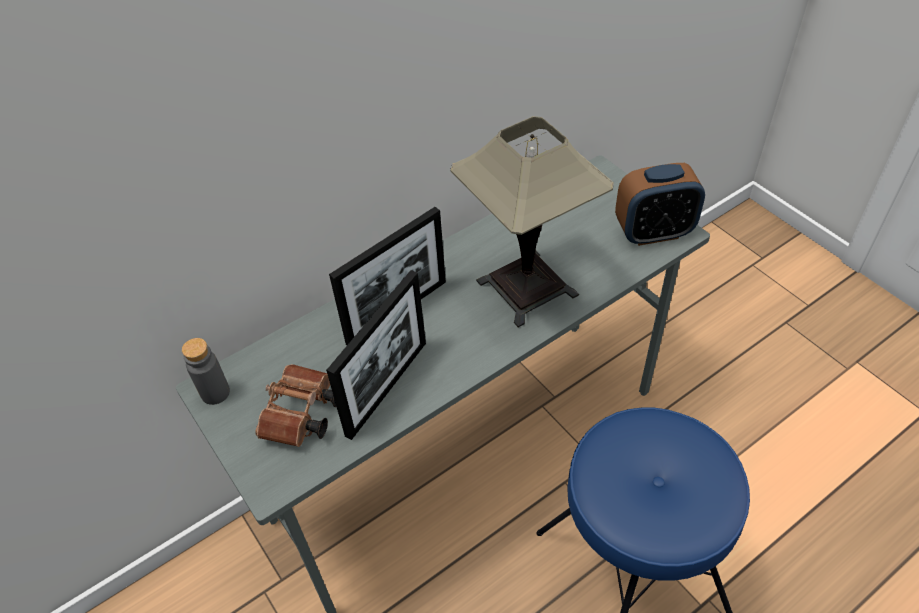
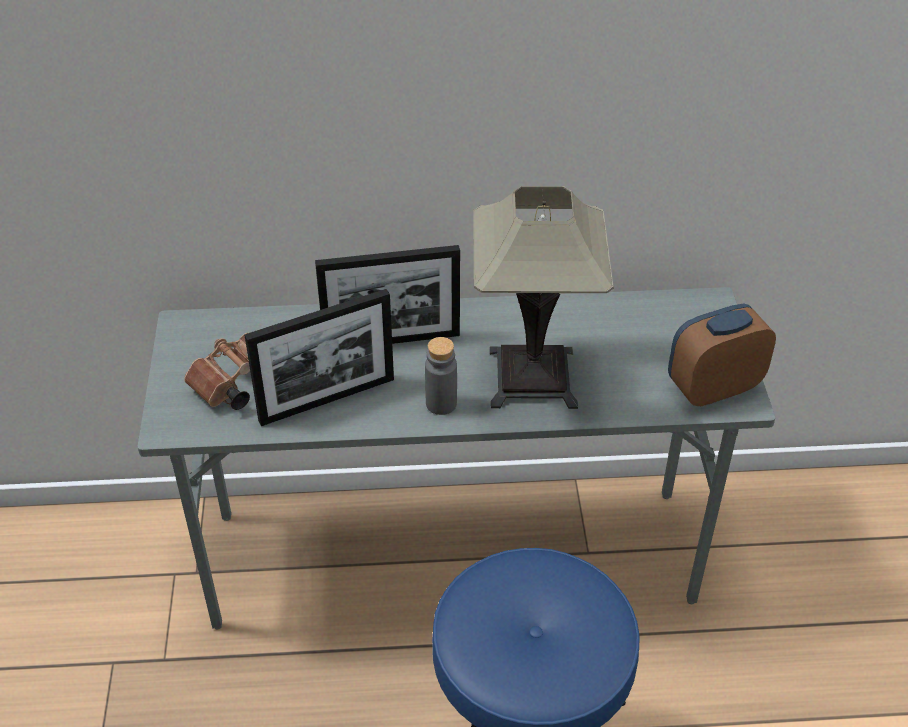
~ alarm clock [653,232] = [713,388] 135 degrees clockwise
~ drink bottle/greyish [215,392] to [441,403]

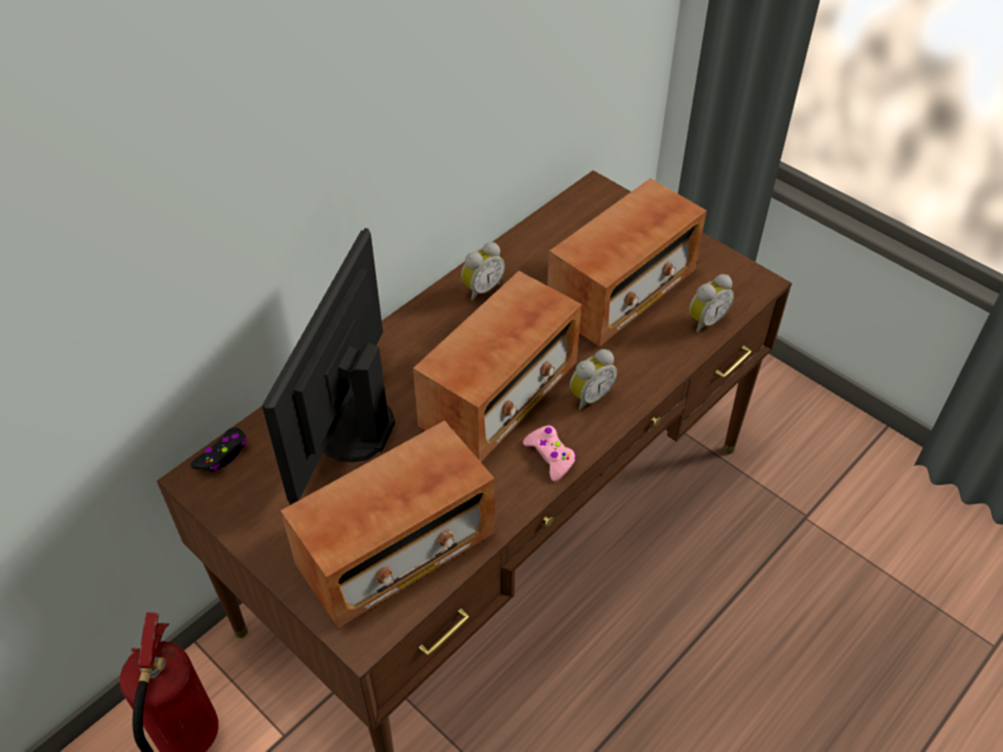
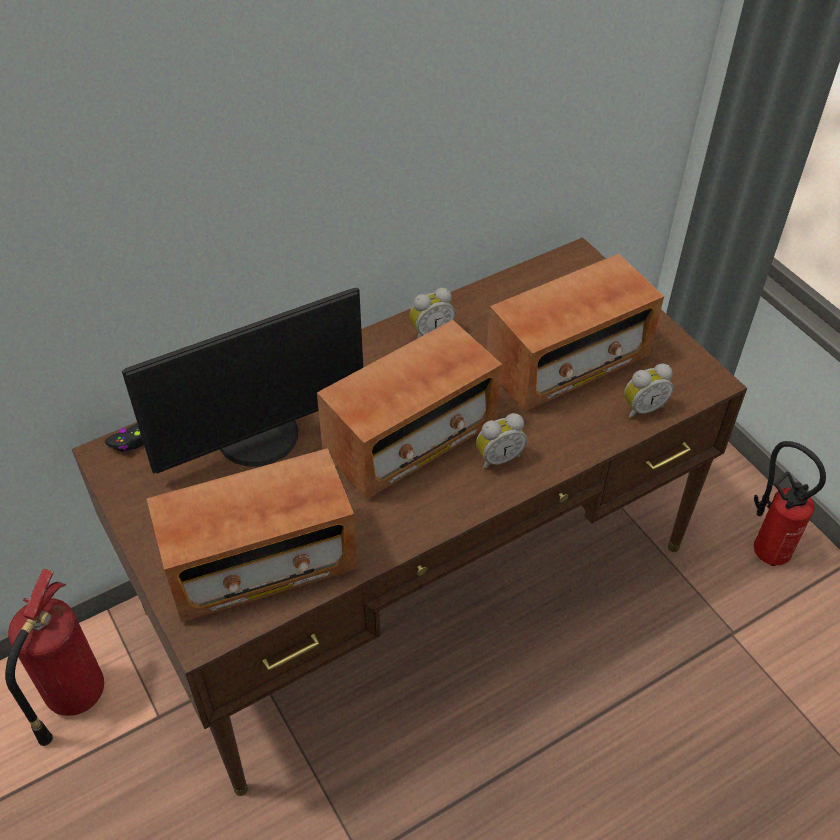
~ computer display [350,427] = [260,438] 150 degrees counterclockwise
- joypad/pink [550,456]
+ extinguisher [766,549]

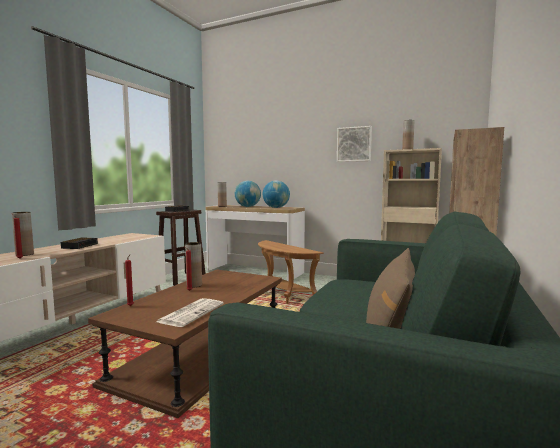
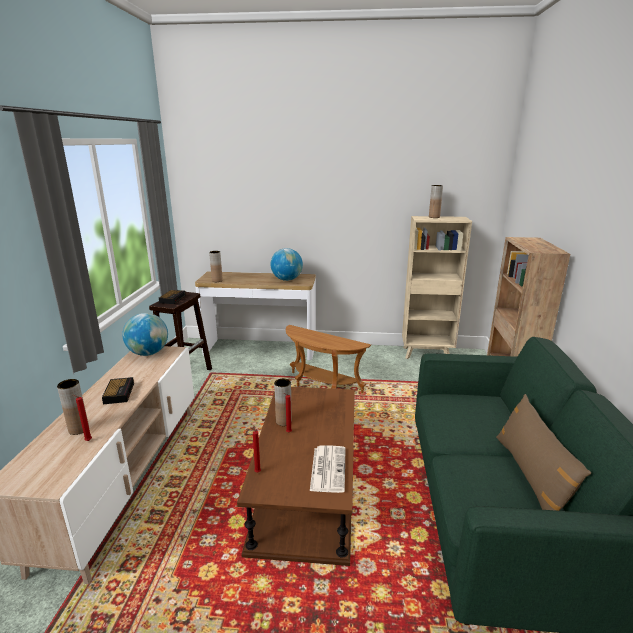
- wall art [354,144]
~ desk globe [248,206] to [148,353]

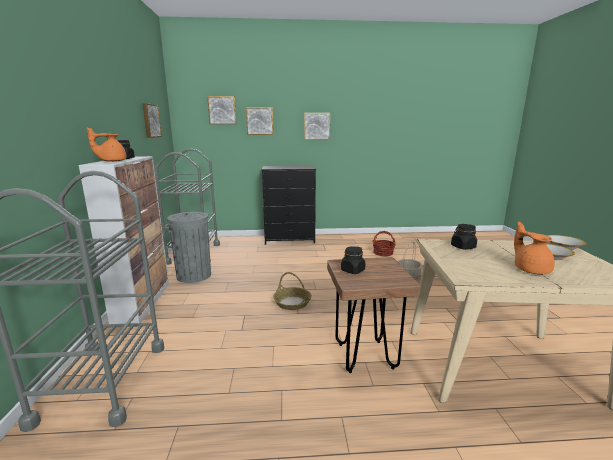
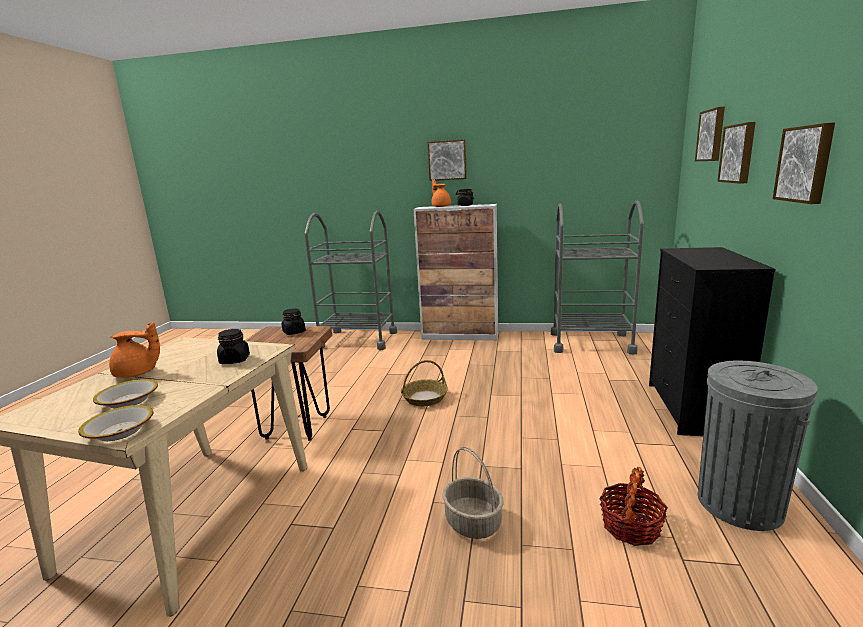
~ wall art [150,121] to [447,160]
~ trash can/greyish [194,275] to [739,504]

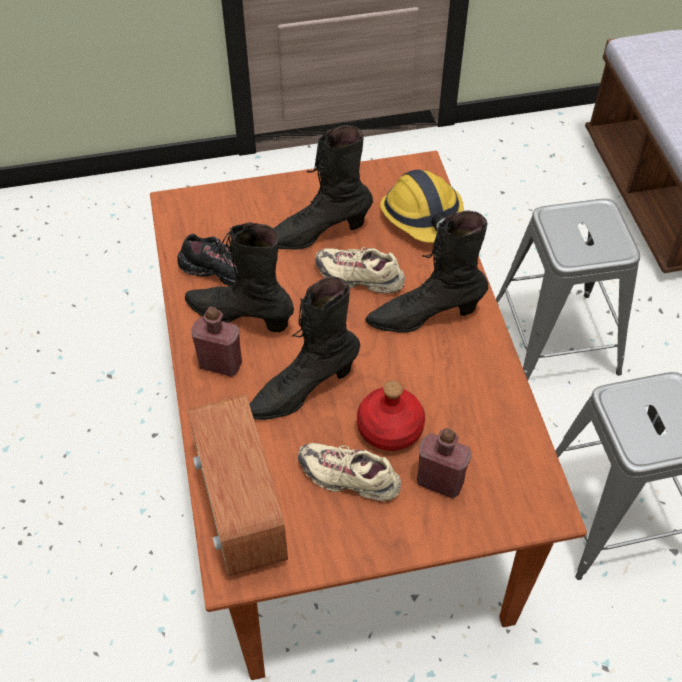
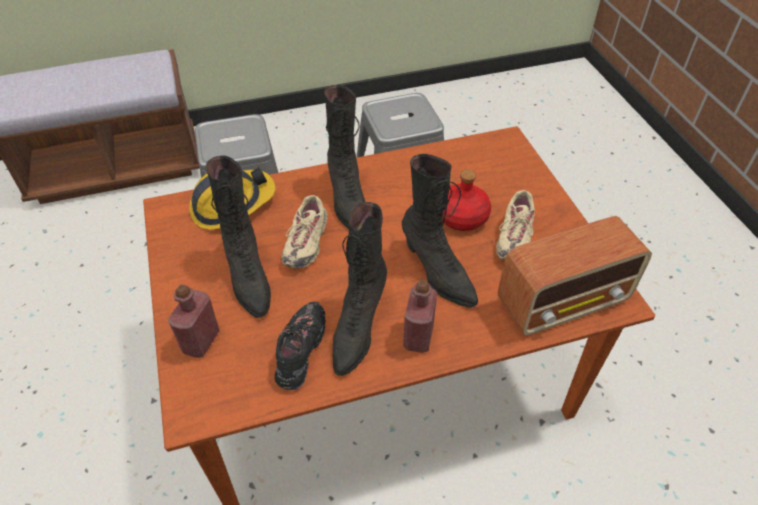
~ drink bottle/red-coloured [440,482] to [201,341]

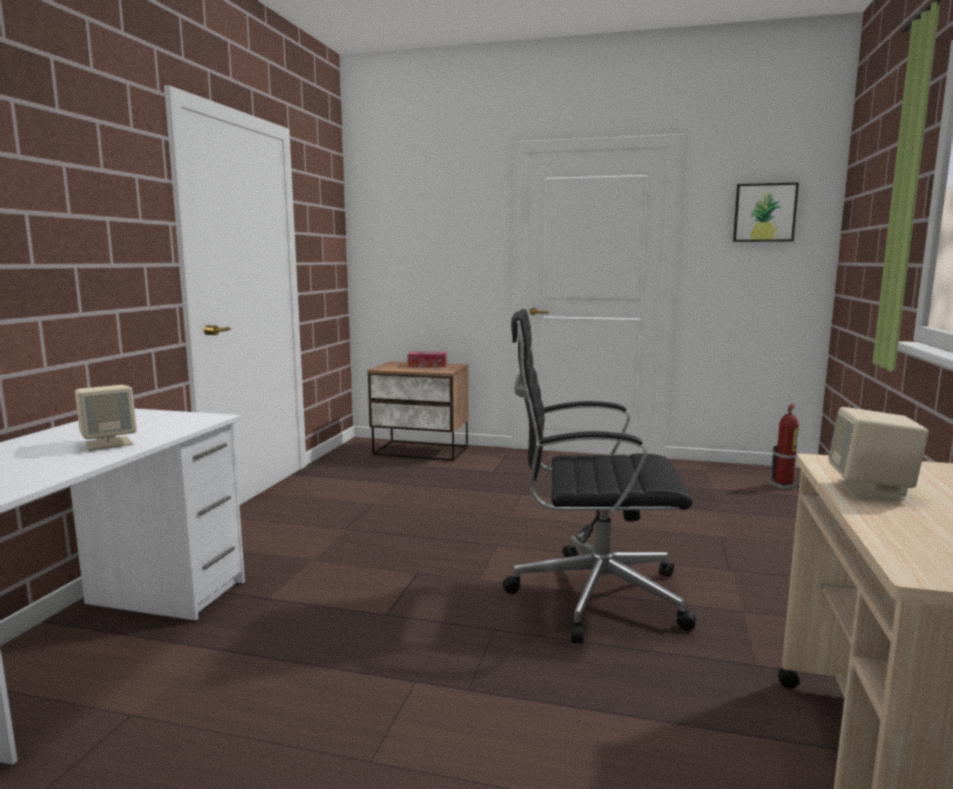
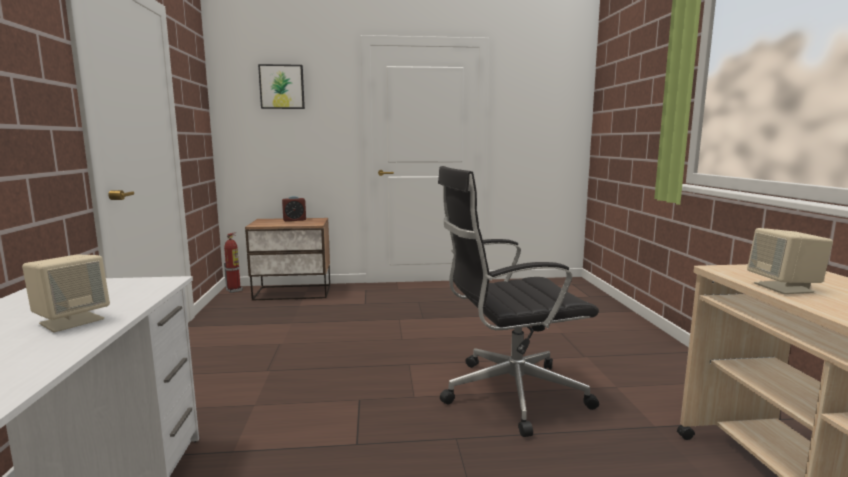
~ wall art [764,213] to [282,87]
~ box of tissues [427,365] to alarm clock [294,220]
~ extinguisher [783,486] to [234,290]

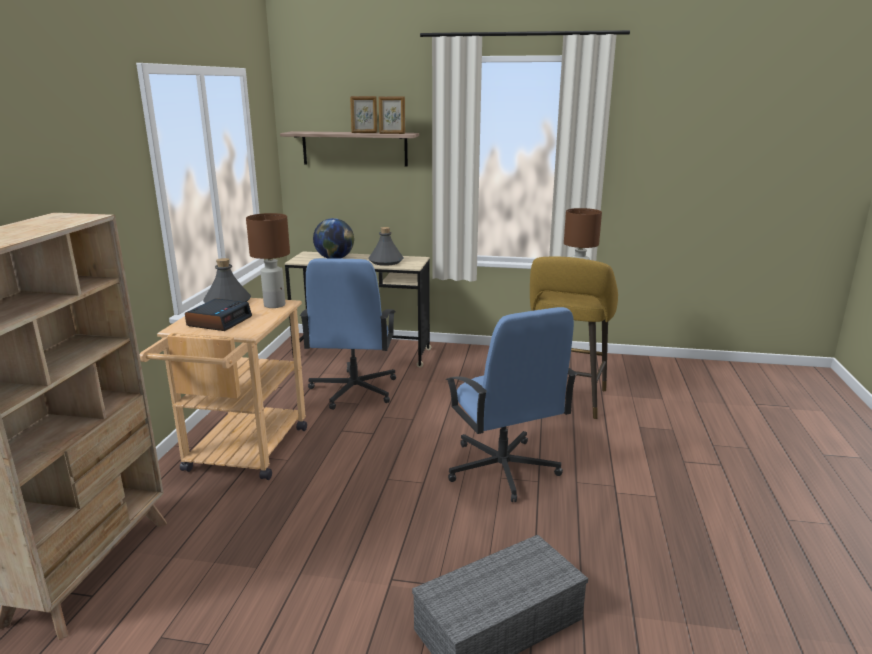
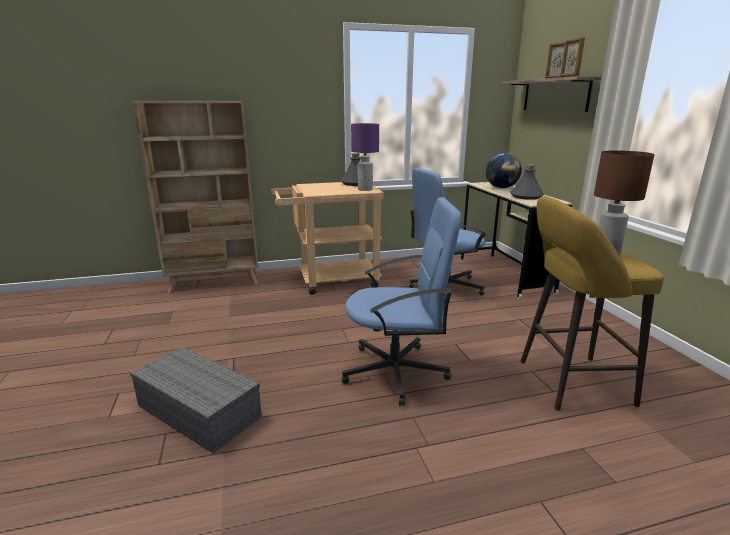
~ lamp for a table/brown [274,305] to lamp for a table/purple-coloured [365,189]
- alarm clock [219,321]
~ office chair/blue [502,469] = [396,372] 135 degrees counterclockwise

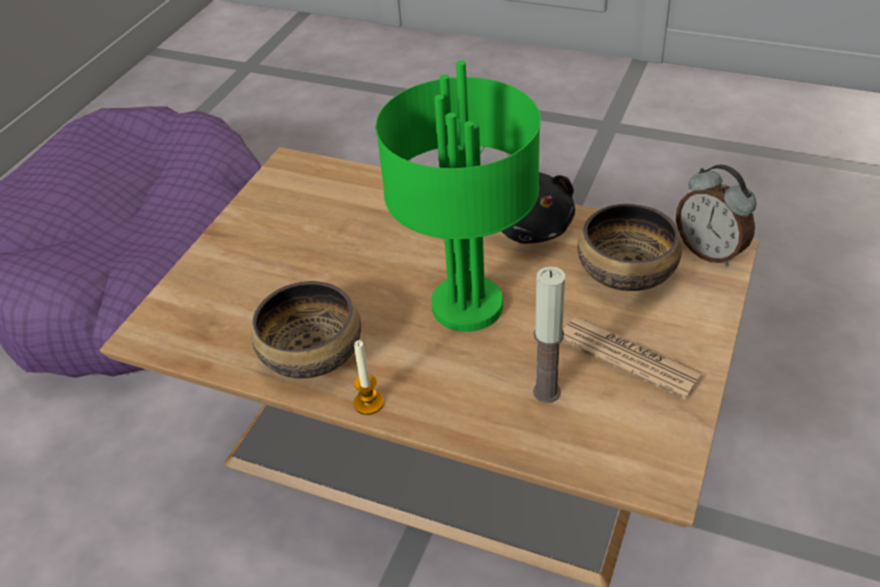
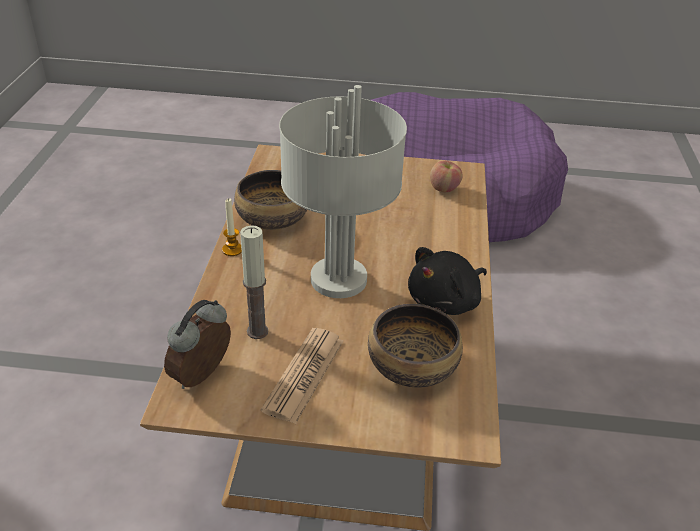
~ lamp for a table/green [468,307] to lamp for a table/greyish [337,280]
~ alarm clock [710,252] to [203,377]
+ whole apple [444,188]

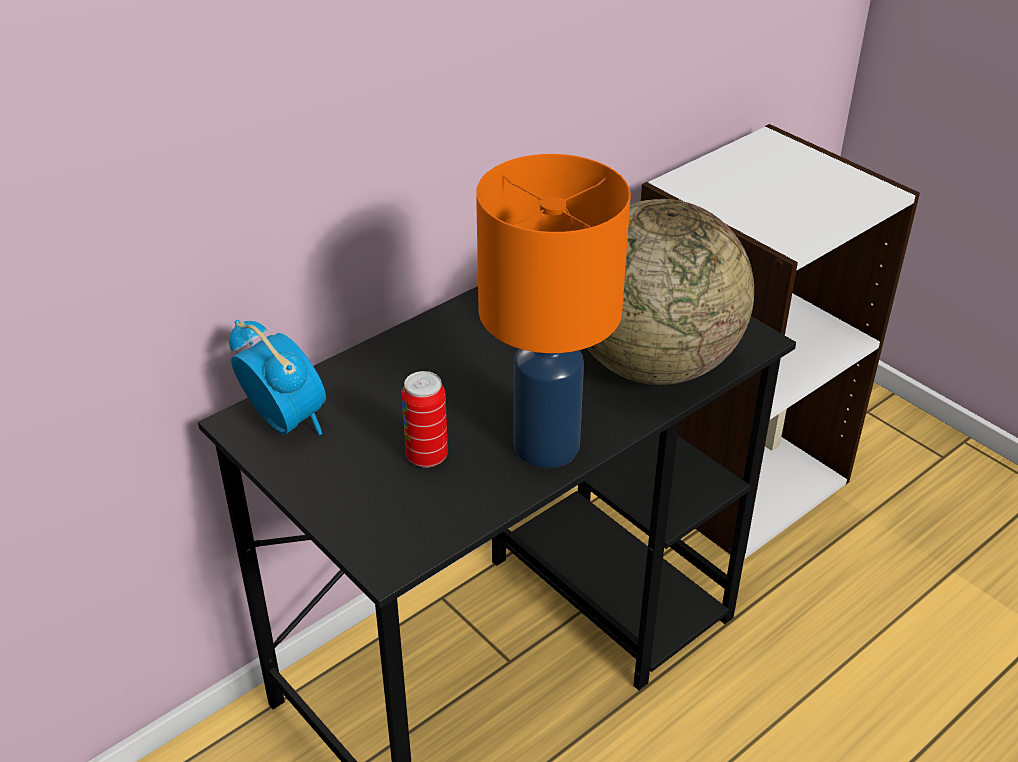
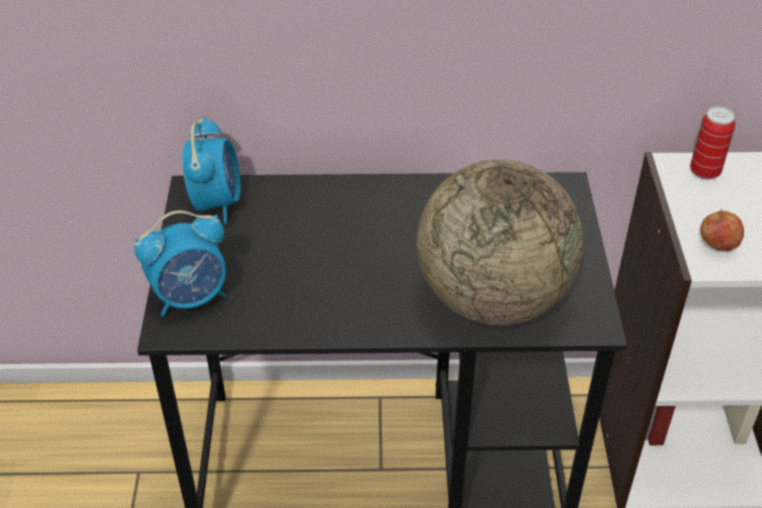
- lamp for a table/orange [546,447]
~ metal can [427,456] to [704,172]
+ whole apple [717,245]
+ alarm clock [191,297]

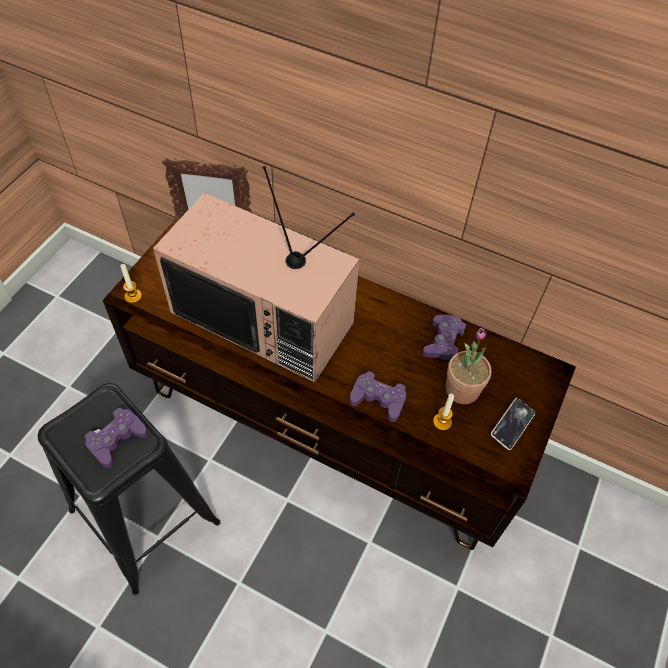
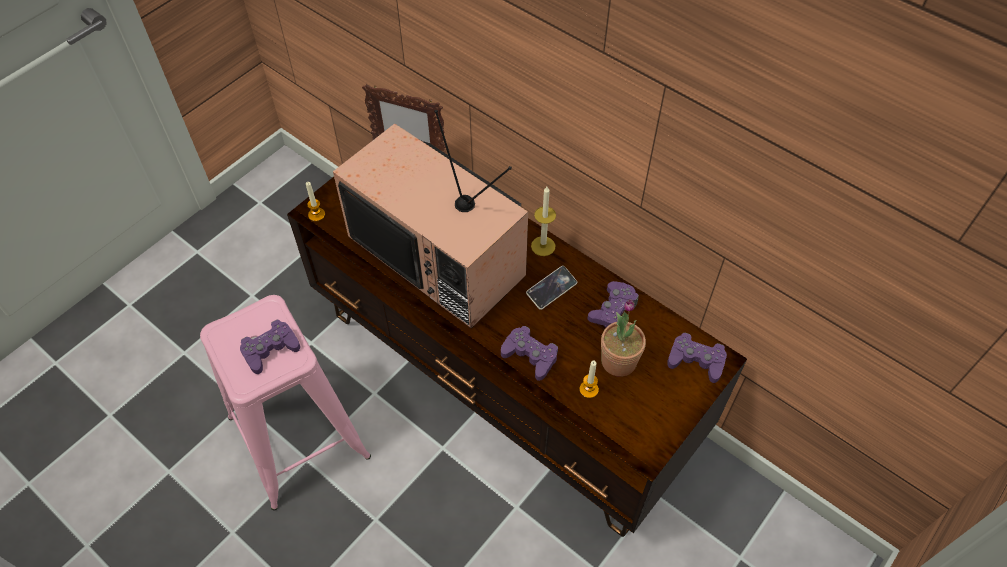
~ stool/black-coloured [145,517] to stool/pink [298,438]
~ phone [512,425] to [551,289]
+ wax candle [543,246]
+ joypad/purple-coloured [696,360]

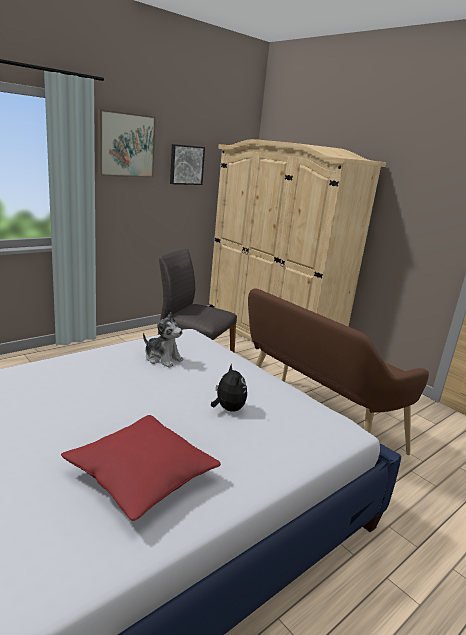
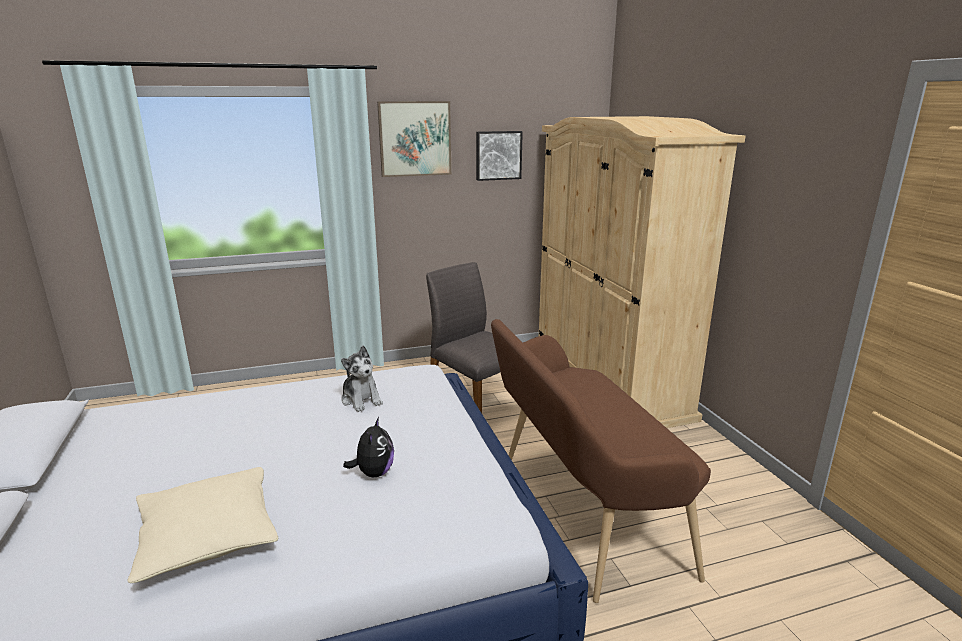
~ cushion/red-coloured [141,476] to cushion/sand-coloured [208,536]

